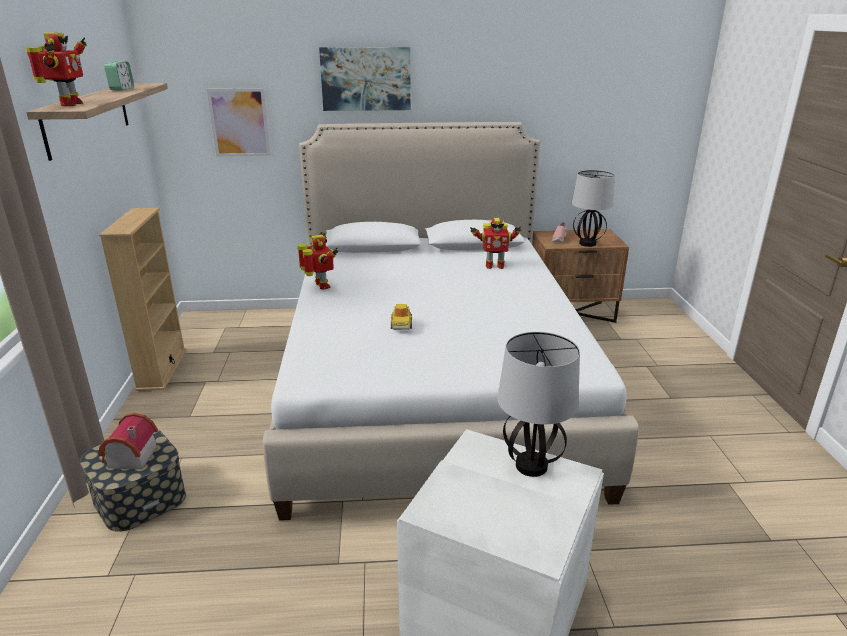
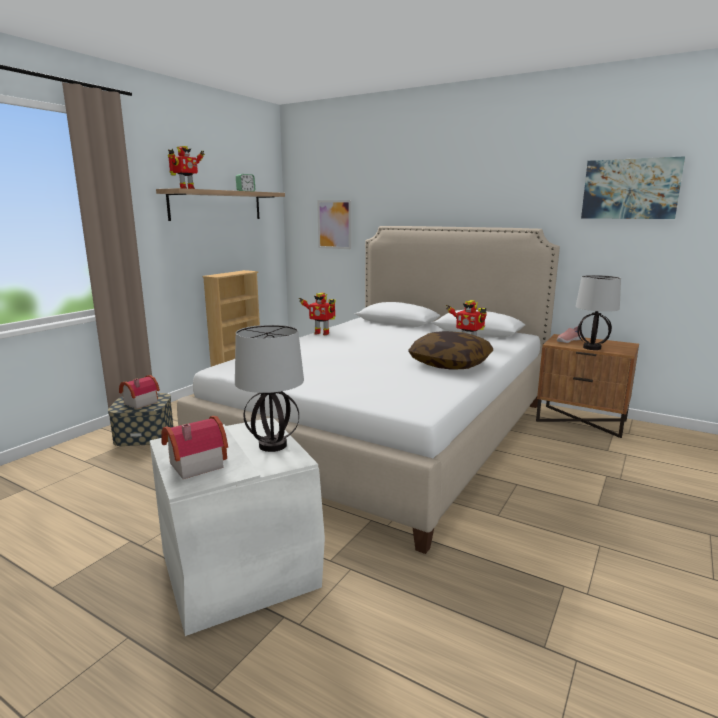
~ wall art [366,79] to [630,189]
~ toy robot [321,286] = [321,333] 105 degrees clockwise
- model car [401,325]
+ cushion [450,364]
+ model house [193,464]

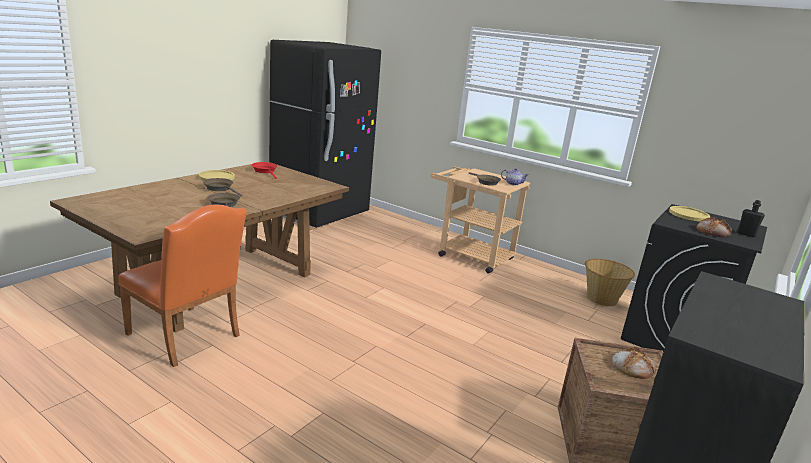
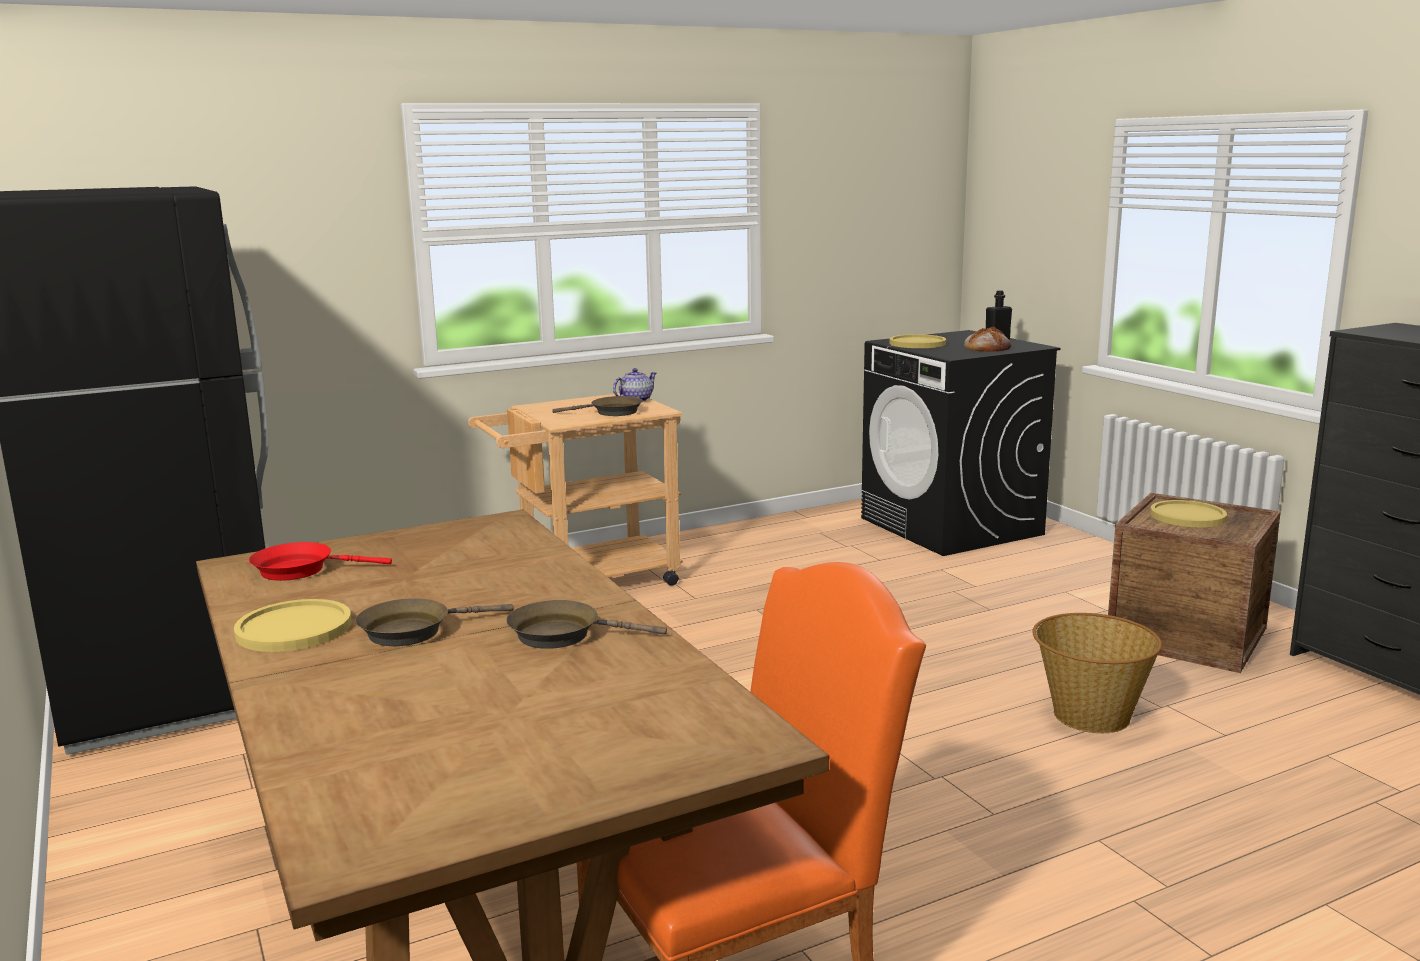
~ storage basket [601,299] to [1089,715]
~ baked bread [632,366] to dinner plate/yellow [1187,516]

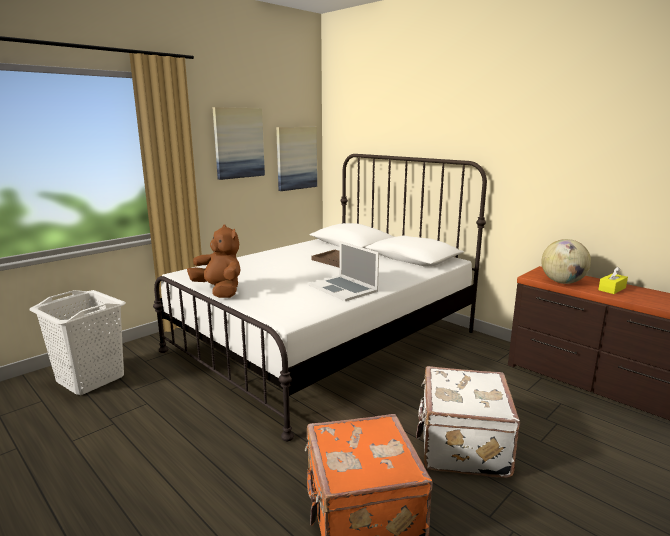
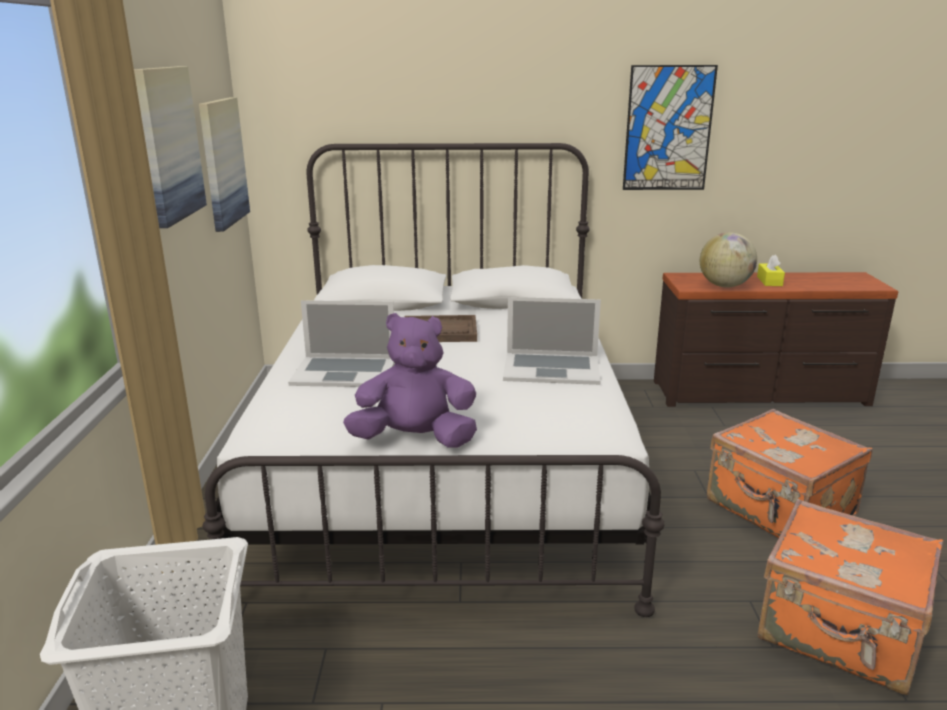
~ plush toy/brown [220,291] to plush toy/purple-coloured [415,439]
~ piece of luggage/white [461,445] to piece of luggage/orange [778,511]
+ wall art [668,129]
+ notebook computer [344,372]

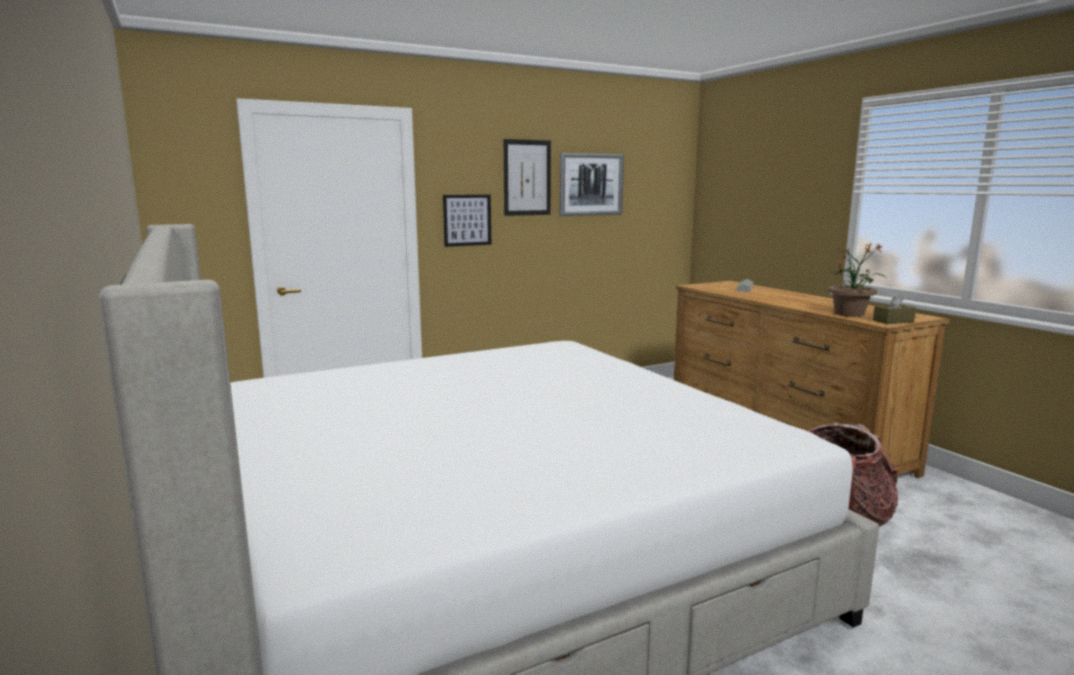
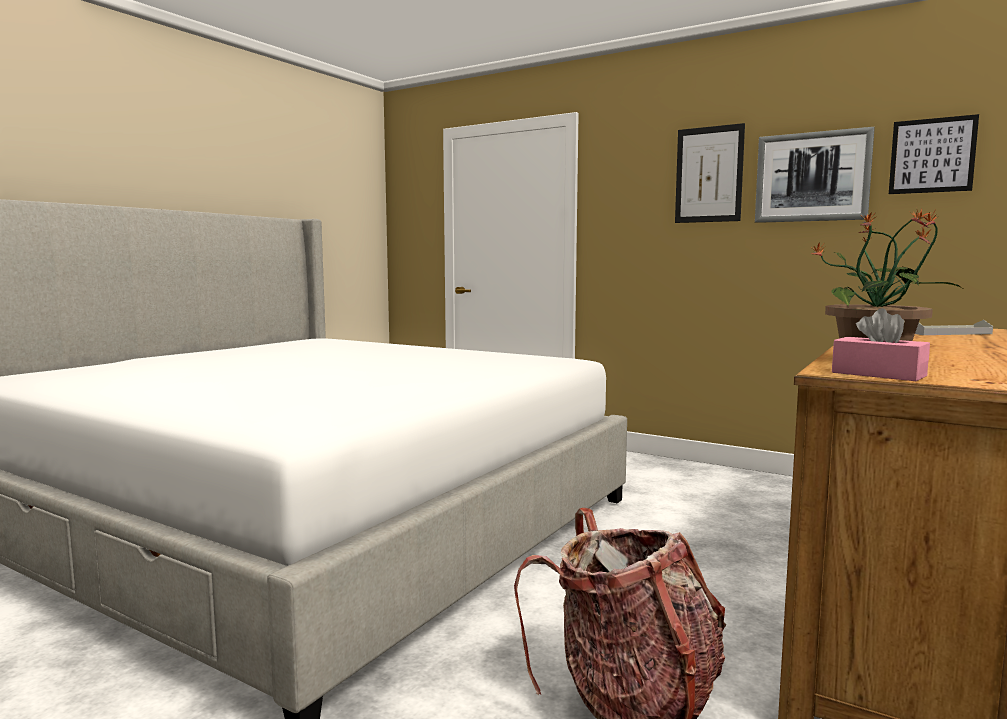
~ wall art [467,220] to [932,155]
~ box of tissues/brown [893,321] to box of tissues/pink [878,374]

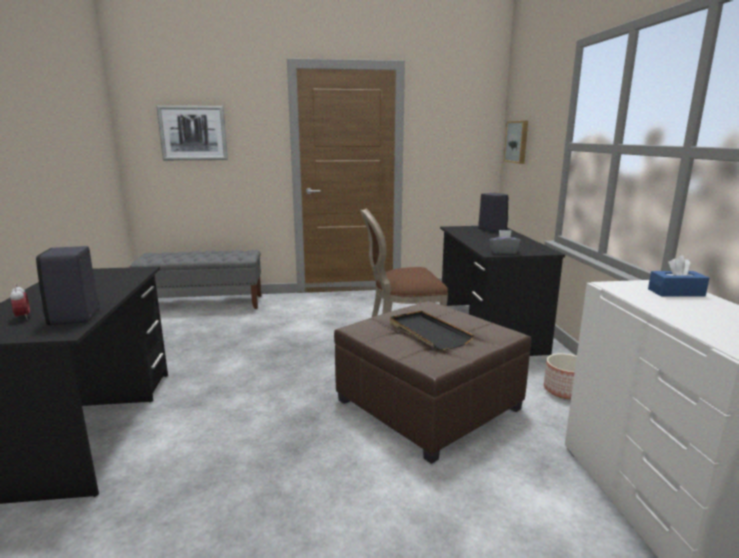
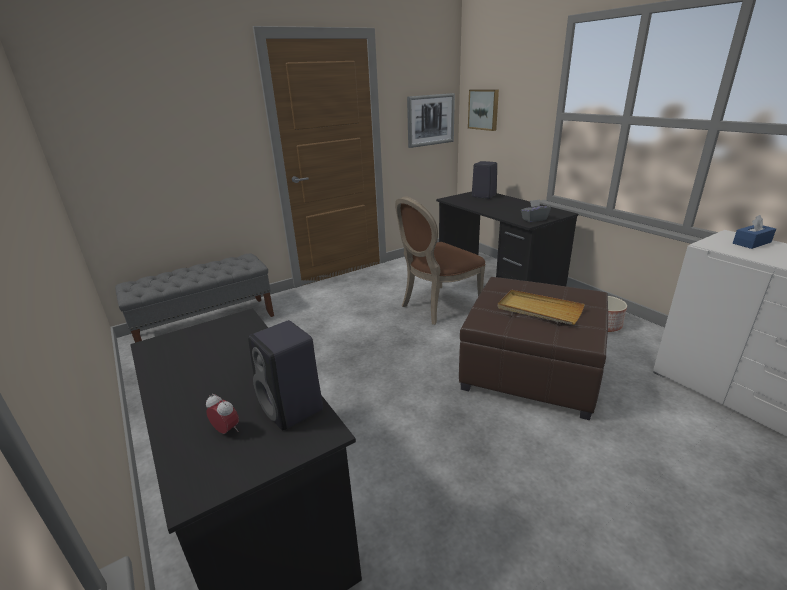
~ wall art [193,133] to [430,120]
~ carrying tray/black-coloured [428,332] to carrying tray/sand-coloured [539,310]

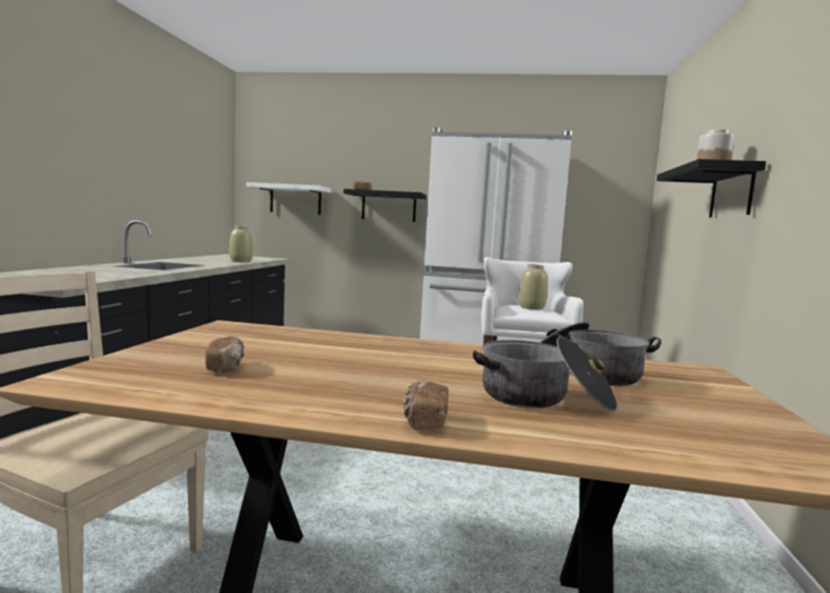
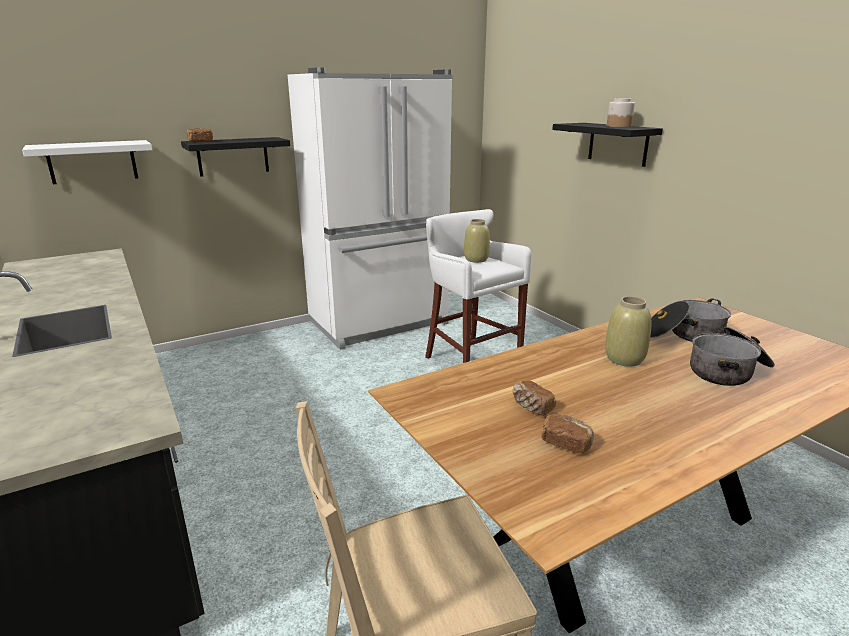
~ flower vase/sand-coloured [241,261] to [625,359]
~ baked bread [424,421] to [531,407]

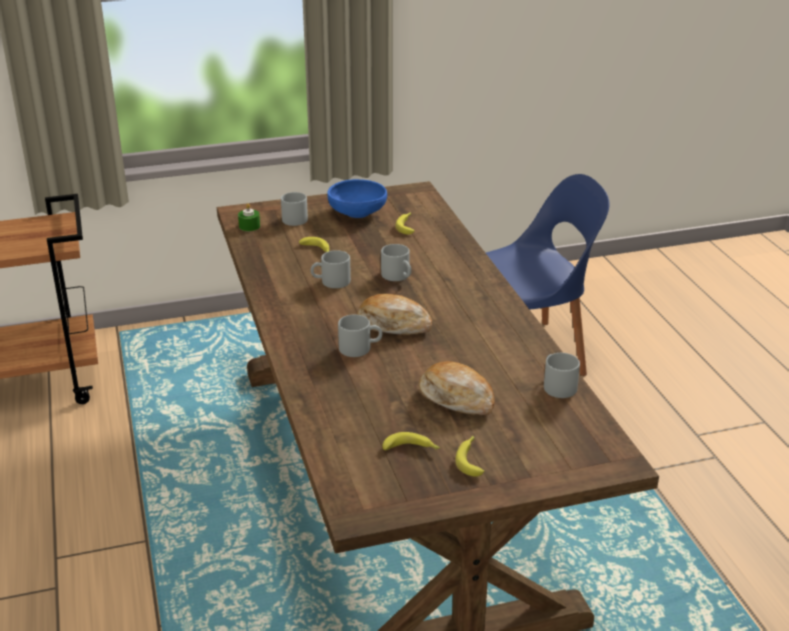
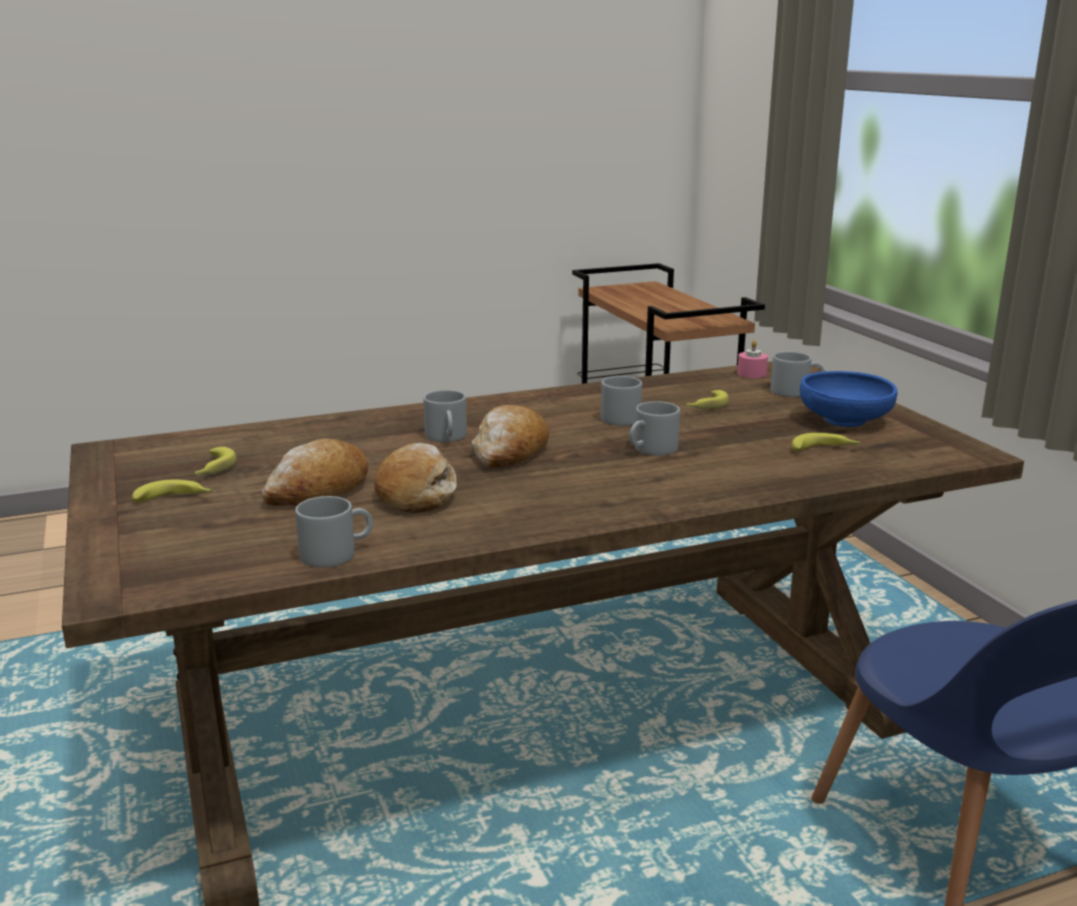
~ wax candle/green [249,226] to wax candle/pink [751,373]
+ baked bread [416,493]

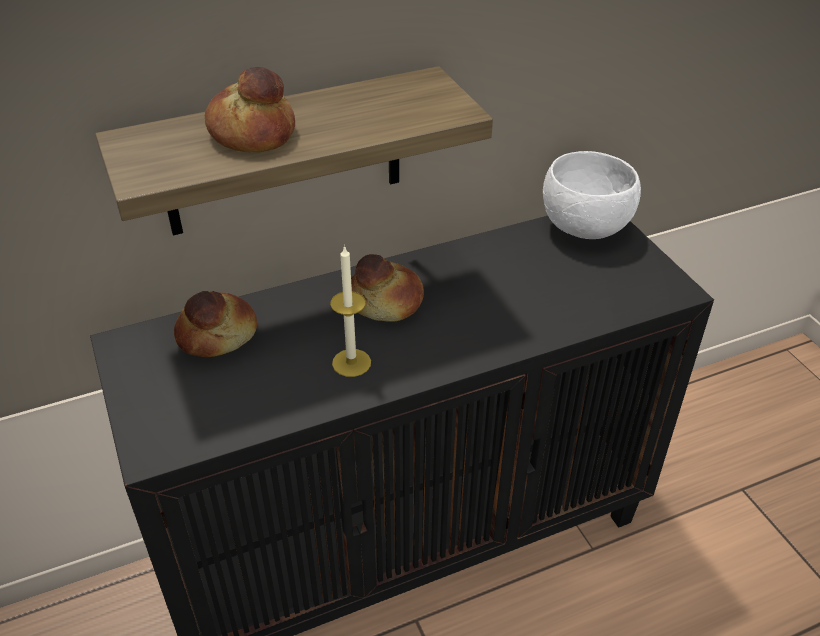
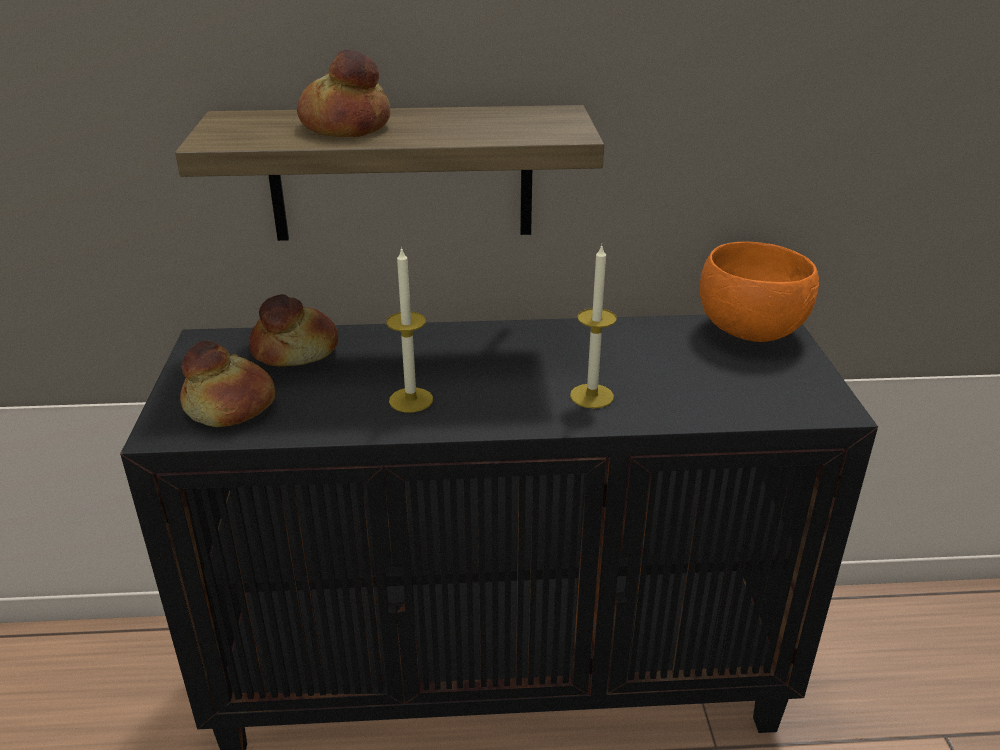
~ serving bowl/white [586,228] to serving bowl/orange [751,332]
~ baked bread [385,303] to [229,407]
+ wax candle [591,396]

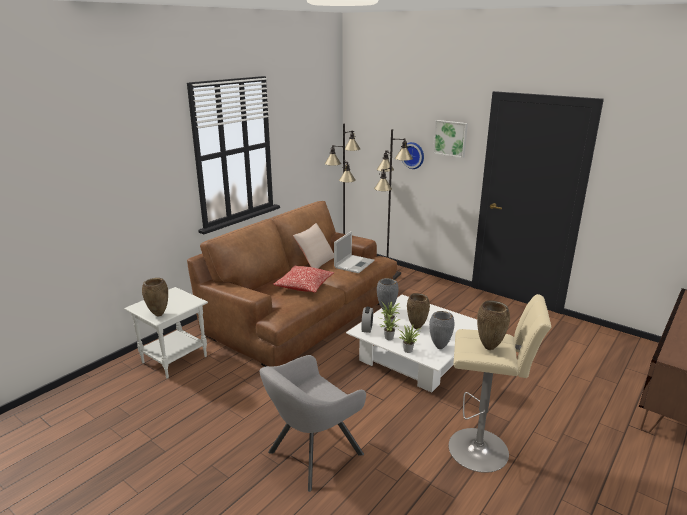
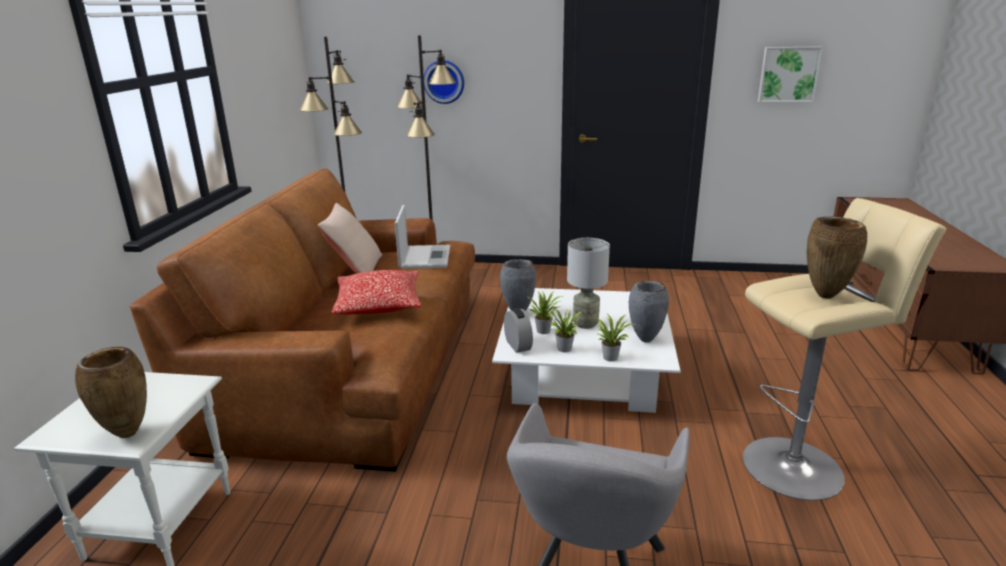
~ wall art [450,138] to [788,74]
~ flower vase/brown [417,327] to lamp for a table/greyish [586,323]

